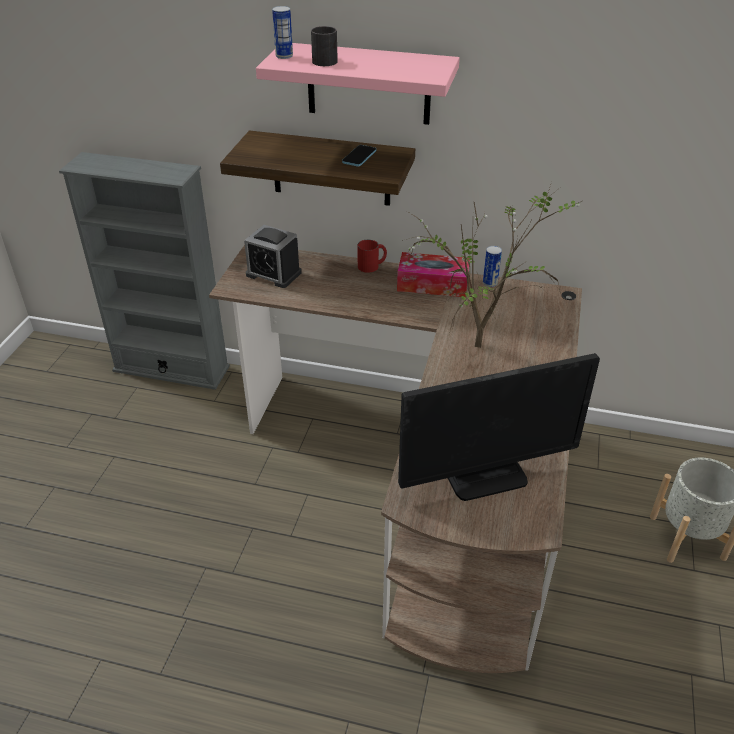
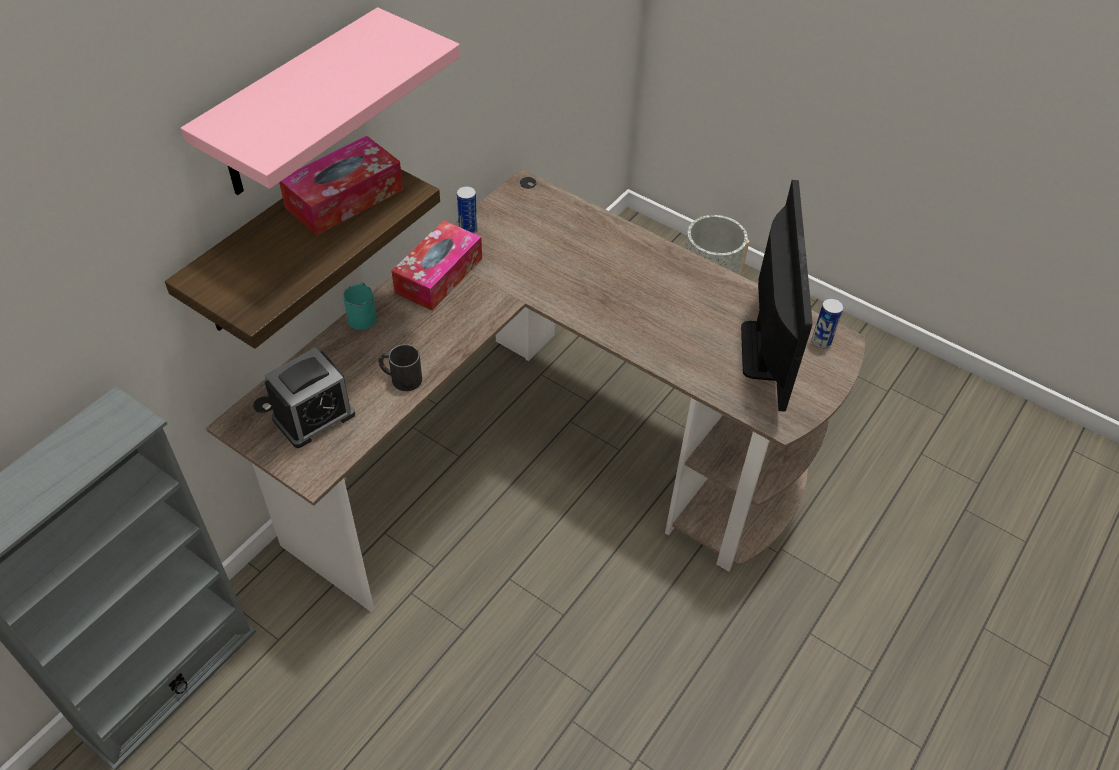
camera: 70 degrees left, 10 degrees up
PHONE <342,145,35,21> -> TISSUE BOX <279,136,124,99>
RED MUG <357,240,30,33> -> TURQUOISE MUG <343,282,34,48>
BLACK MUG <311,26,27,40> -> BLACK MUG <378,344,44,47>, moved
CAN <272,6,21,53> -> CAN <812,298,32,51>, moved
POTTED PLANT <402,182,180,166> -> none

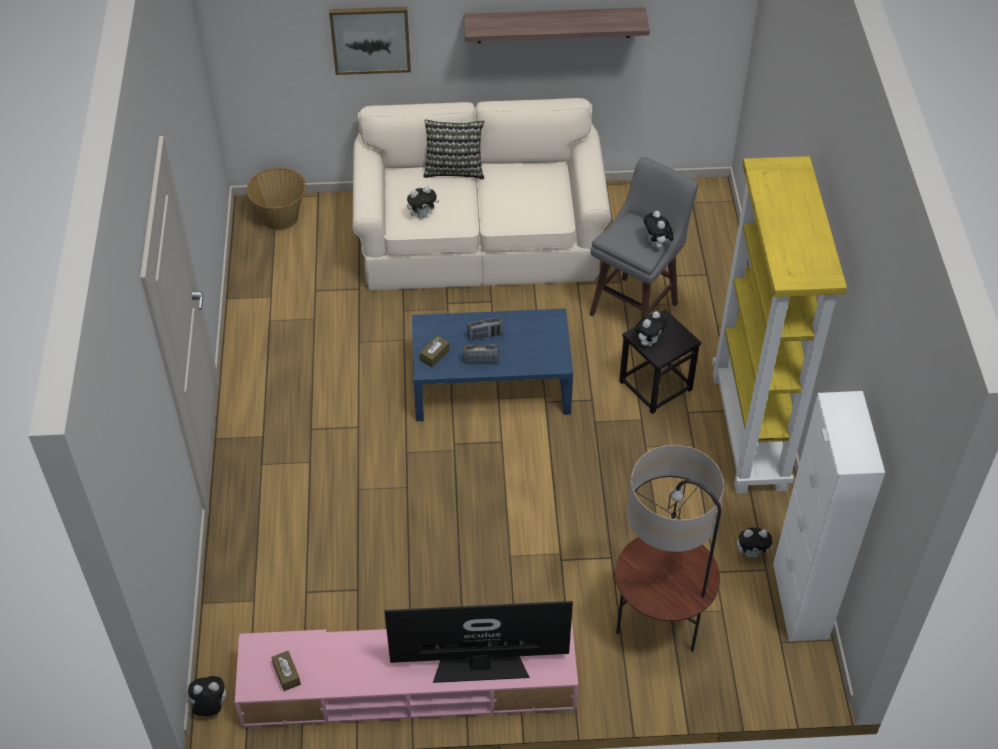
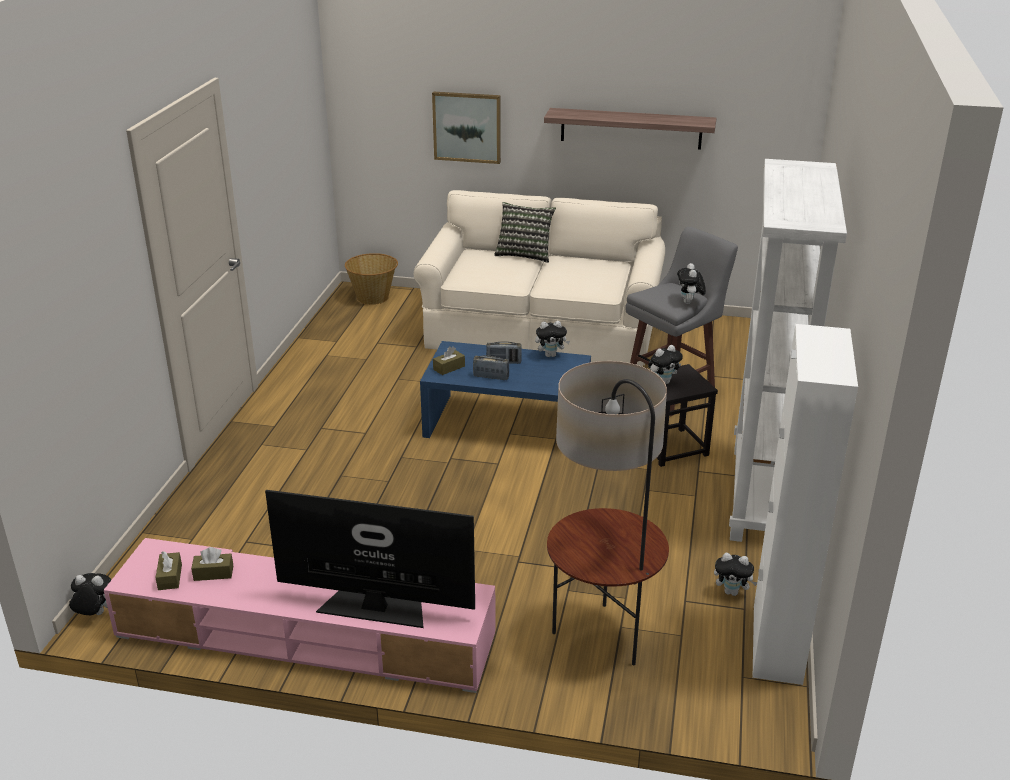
camera: 15 degrees right, 20 degrees down
none -> BROWN TISSUE BOX <191,547,42,34>
PLUSH TOY <407,186,32,33> -> PLUSH TOY <535,321,35,36>, moved
YELLOW BOOKCASE <712,156,135,337> -> WHITE BOOKCASE <729,159,118,383>

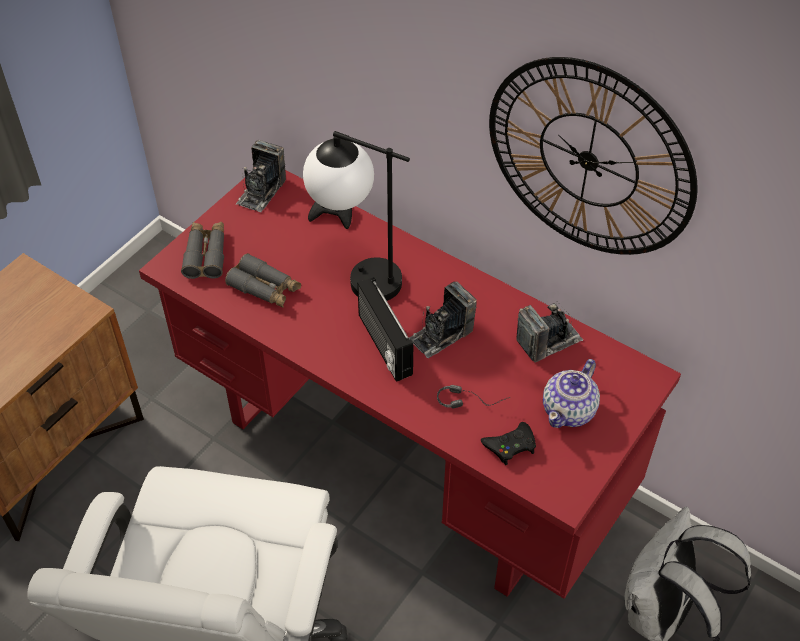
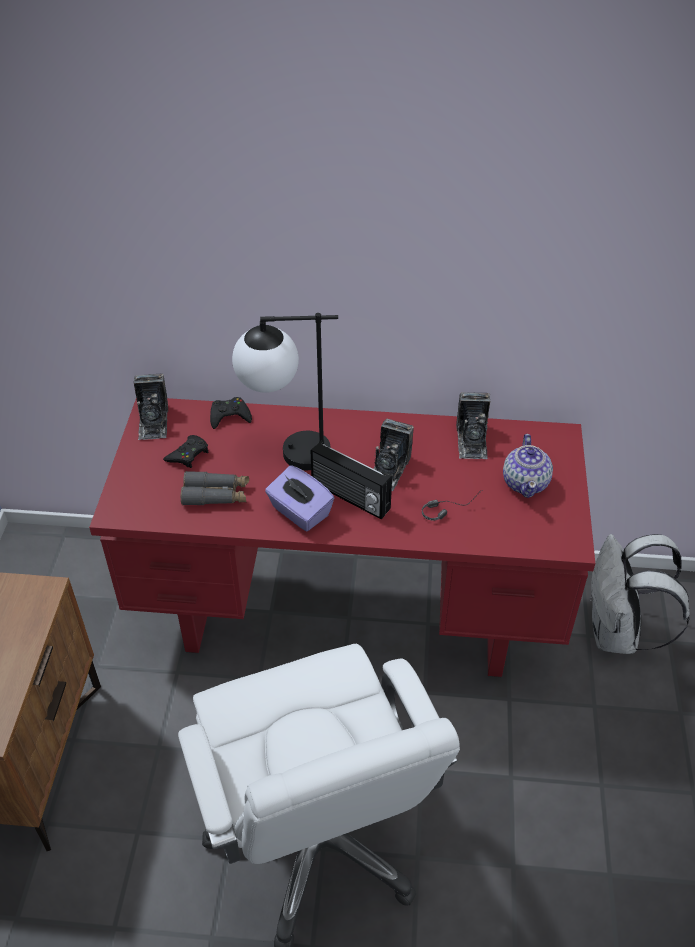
camera: 30 degrees left, 5 degrees down
BLACK GAME CONTROLLER <481,422,55,43> -> BLACK GAME CONTROLLER <163,435,45,33>, moved
none -> PURPLE TISSUE BOX <265,465,69,66>
PHOTO CAMERA <517,302,66,61> -> PHOTO CAMERA <456,392,34,67>, 150 degrees clockwise
GREY BINOCULARS <181,222,43,57> -> none
WALL CLOCK <489,57,209,198> -> none

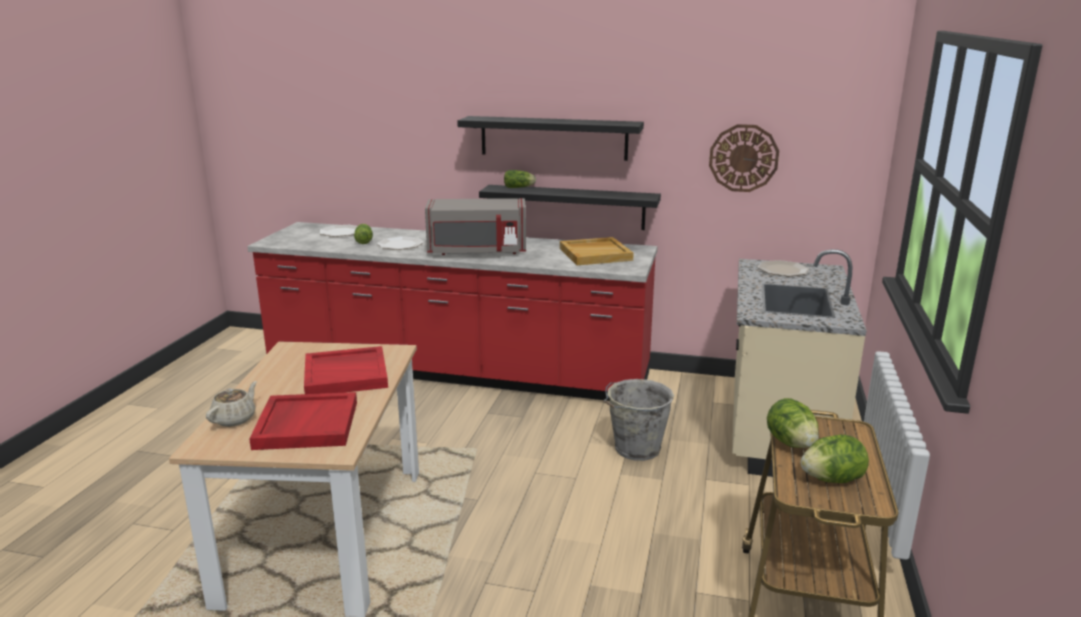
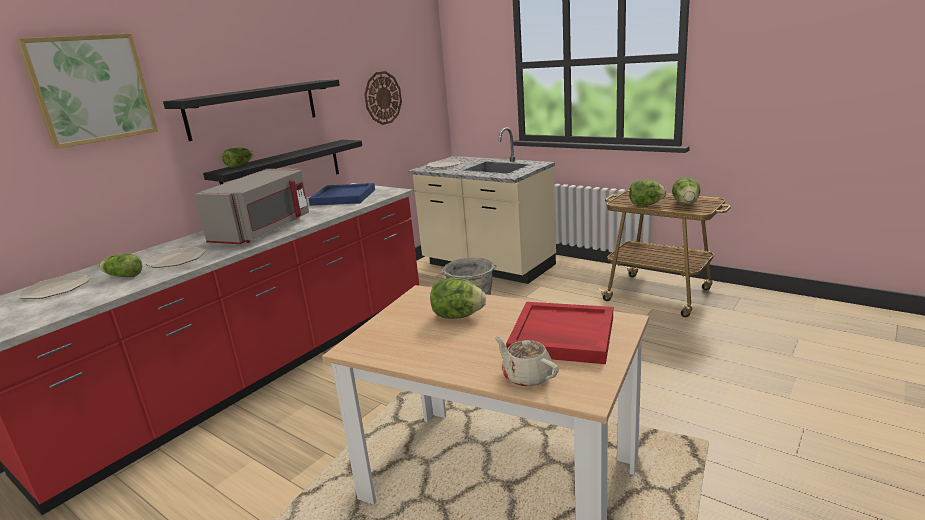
camera: 65 degrees left, 0 degrees up
none -> PICTURE <16,33,142,116>
BEIGE TRAY <560,237,74,28> -> BLUE TRAY <308,183,67,23>
RED TRAY <304,346,84,48> -> LETTUCE <430,278,56,41>

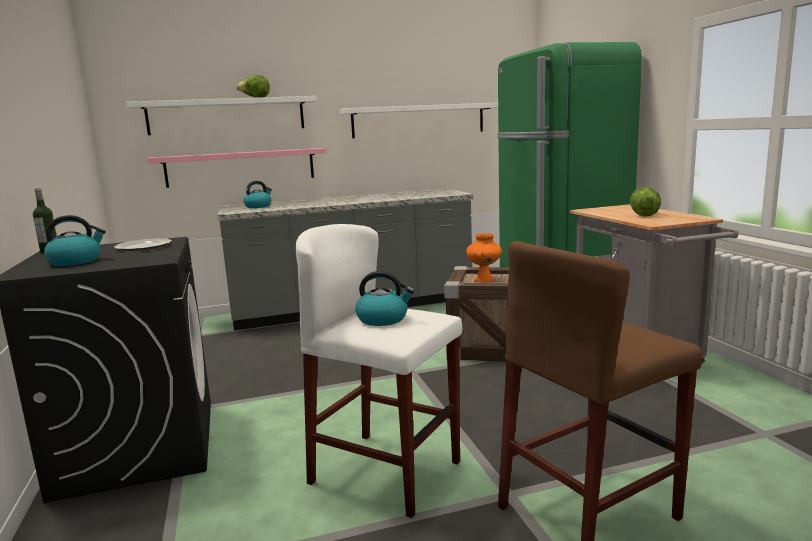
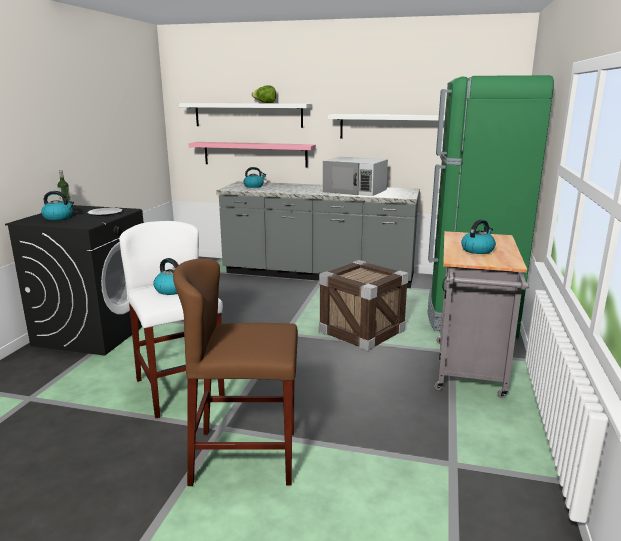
camera: 30 degrees right, 5 degrees up
none -> WHITE MICROWAVE <323,157,65,39>
LETTUCE <630,187,31,30> -> KETTLE <461,220,35,34>
ORANGE VASE <466,233,36,50> -> none

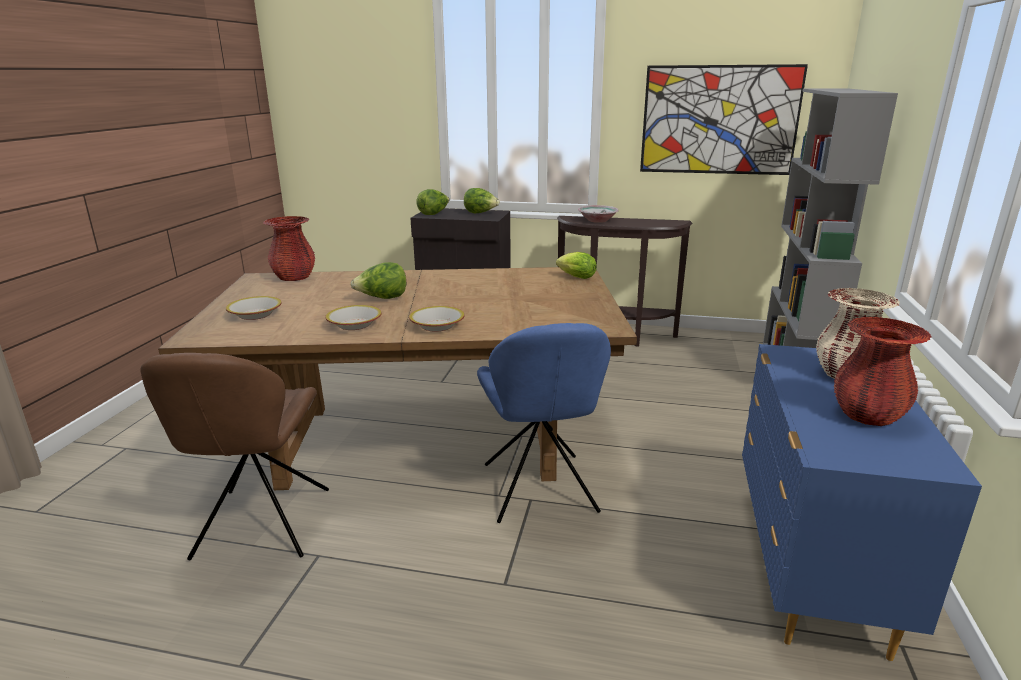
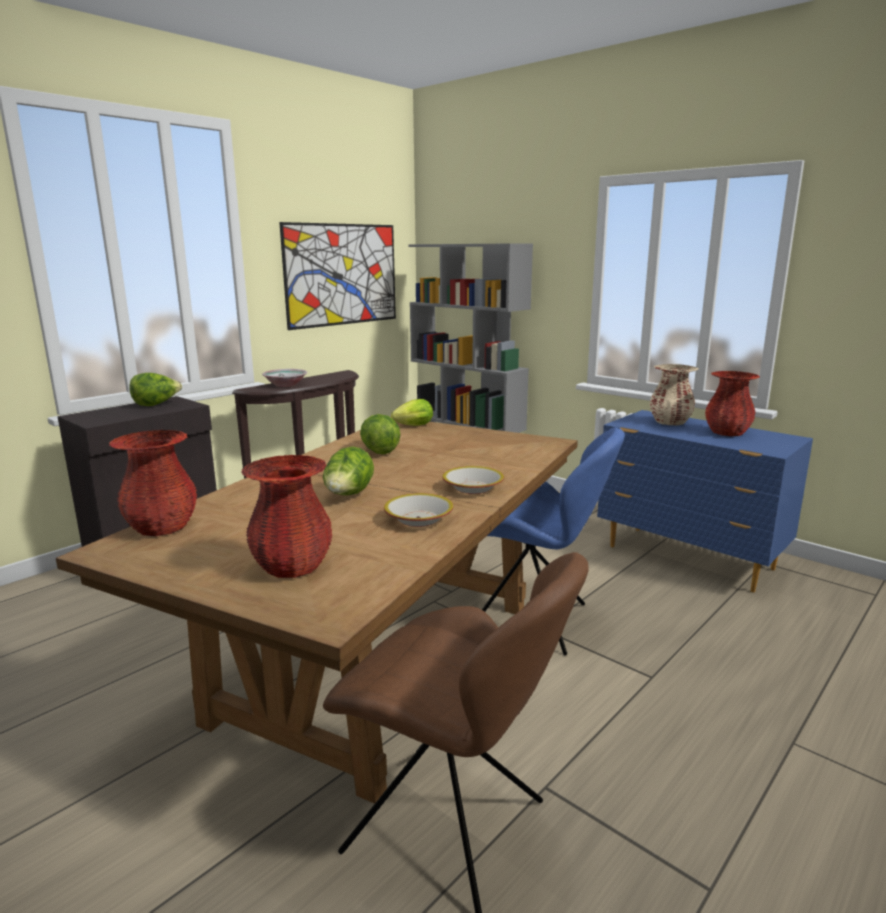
camera: 60 degrees left, 5 degrees down
BOWL <226,296,56,24> -> RED VASE <241,455,91,123>
LETTUCE <416,189,33,26> -> LETTUCE <360,414,41,40>, moved

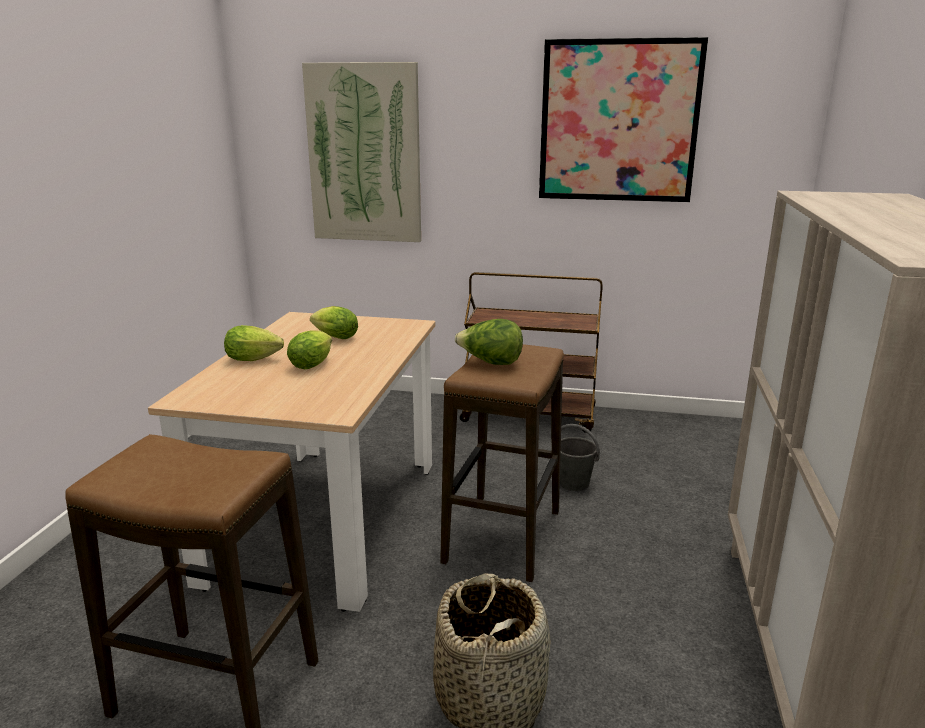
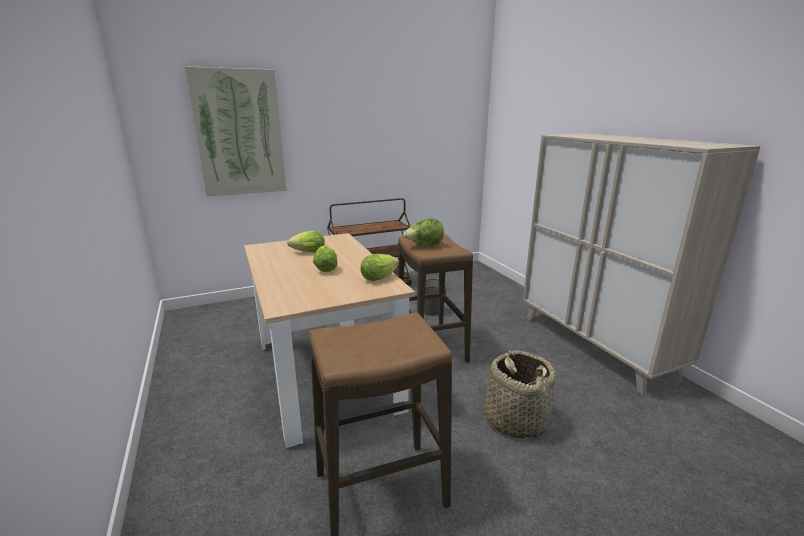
camera: 35 degrees left, 0 degrees up
LETTUCE <224,325,60,36> -> LETTUCE <361,254,38,27>, moved
PICTURE <539,37,169,165> -> none

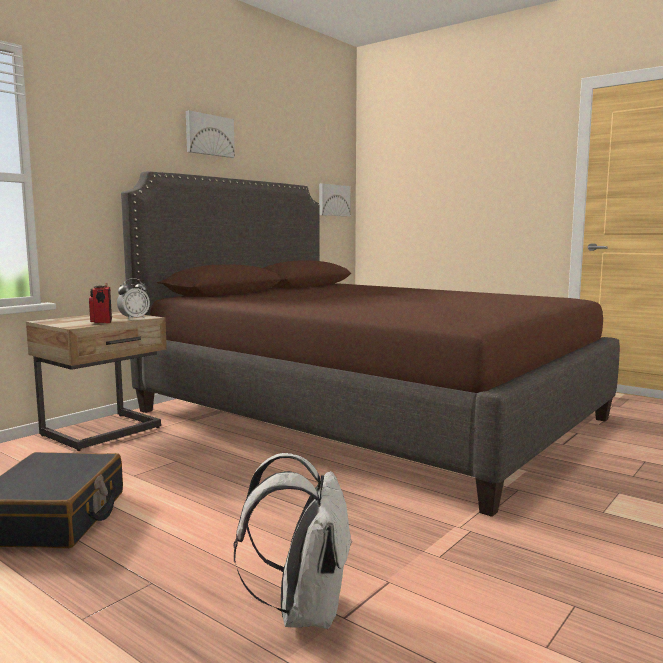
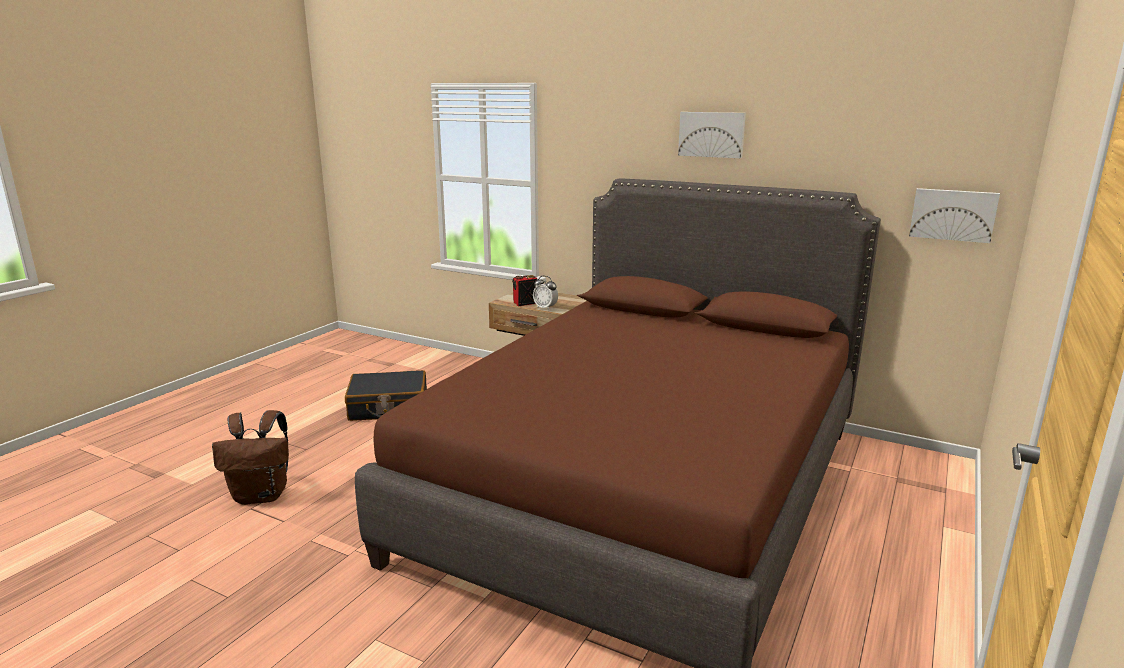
camera: 80 degrees right, 10 degrees up
WHITE BACKPACK <233,453,120,176> -> BROWN BACKPACK <212,410,77,95>

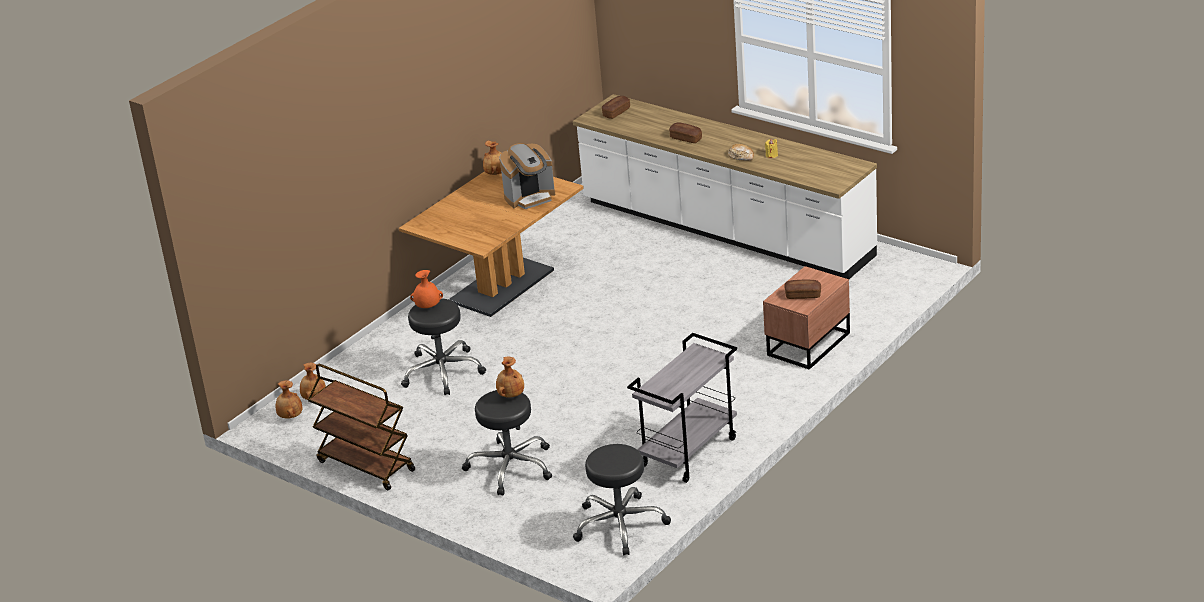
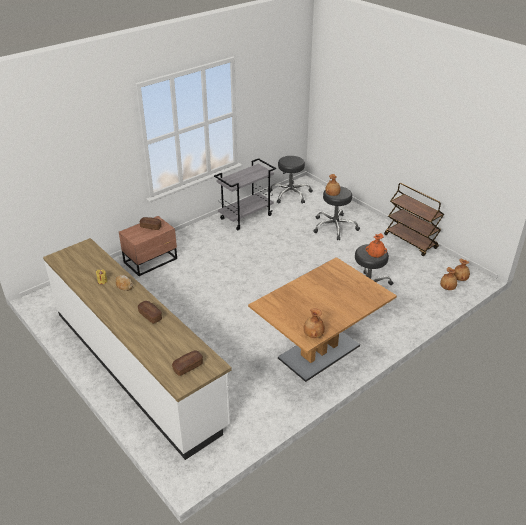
camera: 170 degrees left, 5 degrees up
COFFEE MACHINE <499,143,56,66> -> none

